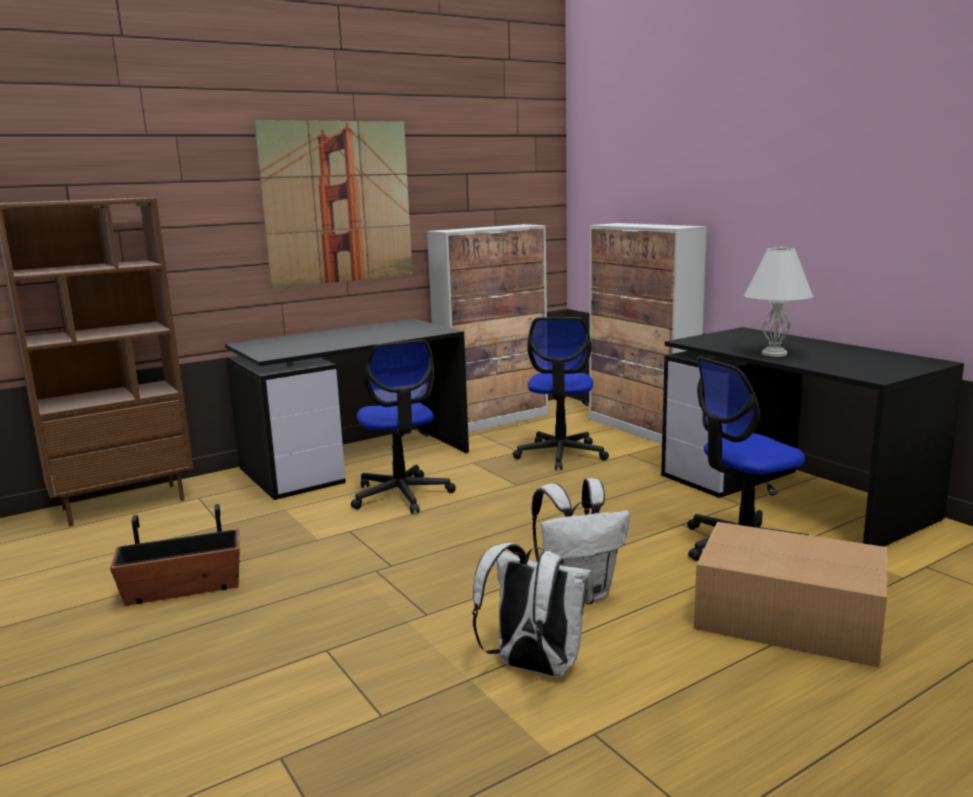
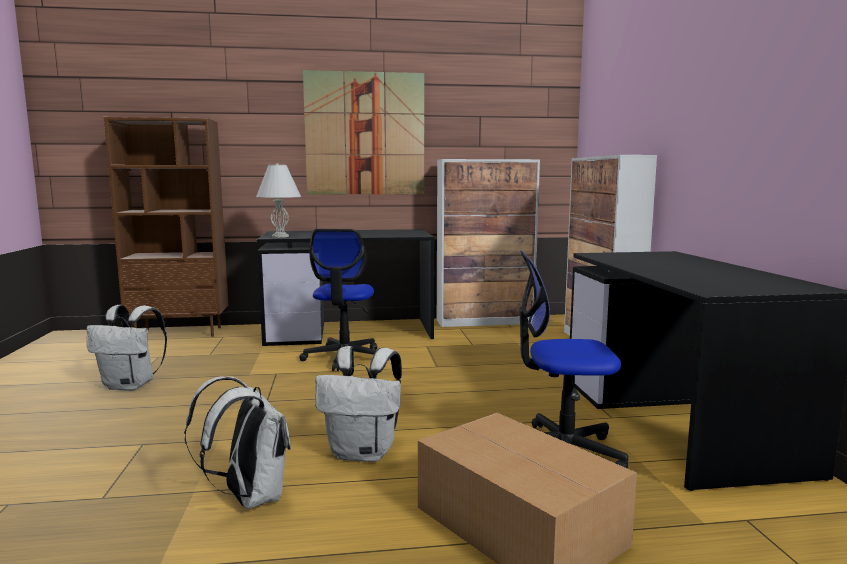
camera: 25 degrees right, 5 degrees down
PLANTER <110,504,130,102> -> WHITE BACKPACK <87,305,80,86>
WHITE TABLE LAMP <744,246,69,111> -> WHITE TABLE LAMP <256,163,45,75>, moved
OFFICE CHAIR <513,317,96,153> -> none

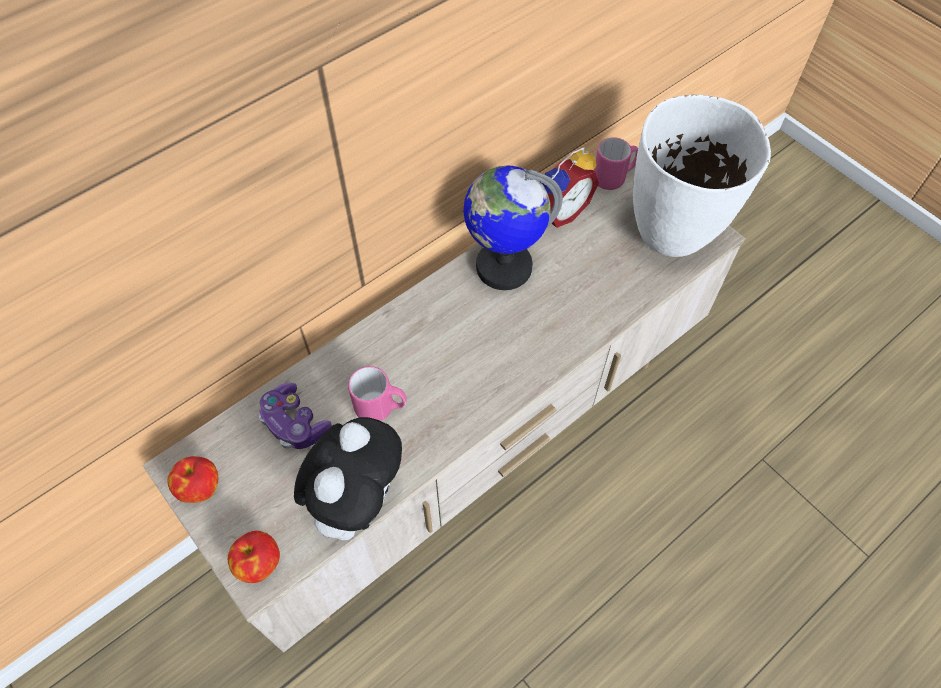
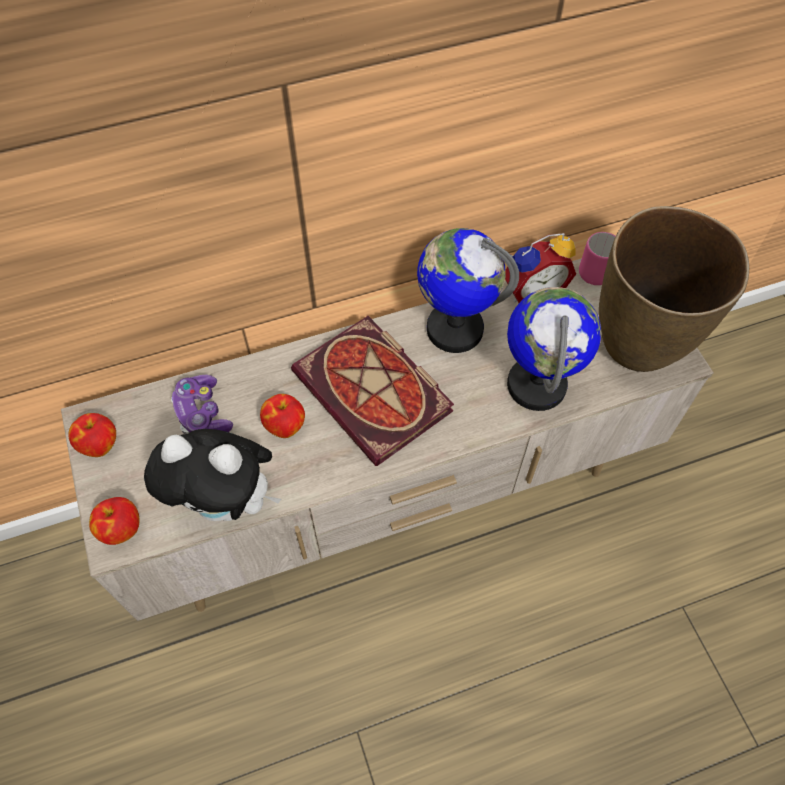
camera: 20 degrees right, 0 degrees up
PLUSH TOY <294,417,108,123> -> PLUSH TOY <144,429,137,92>, 60 degrees clockwise
PINK MUG <348,366,59,55> -> APPLE <260,394,45,44>
none -> BOOK <291,316,163,150>
none -> GLOBE <507,287,95,124>
WHITE VASE <633,94,138,163> -> BROWN VASE <599,206,150,166>

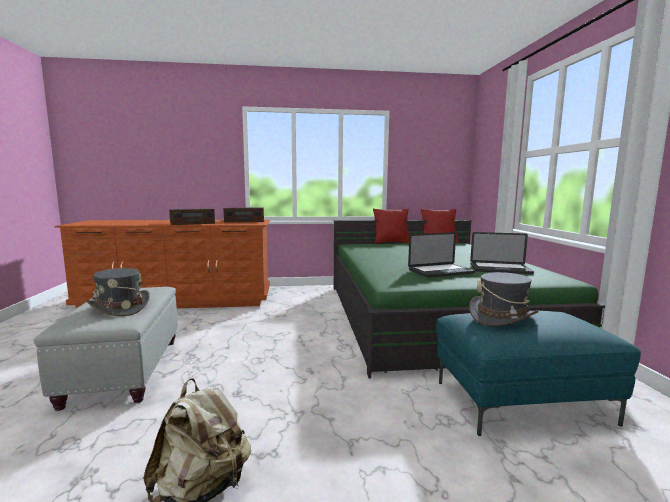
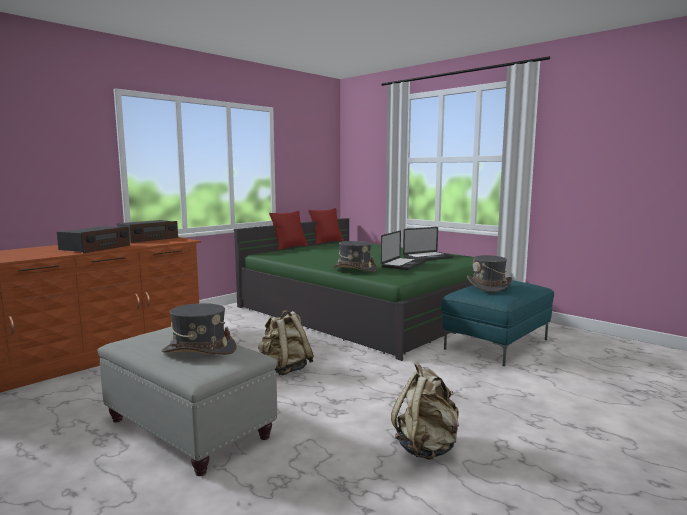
camera: 40 degrees left, 0 degrees up
none -> BEIGE BACKPACK <258,310,56,66>
none -> GREY HAT <333,241,44,31>

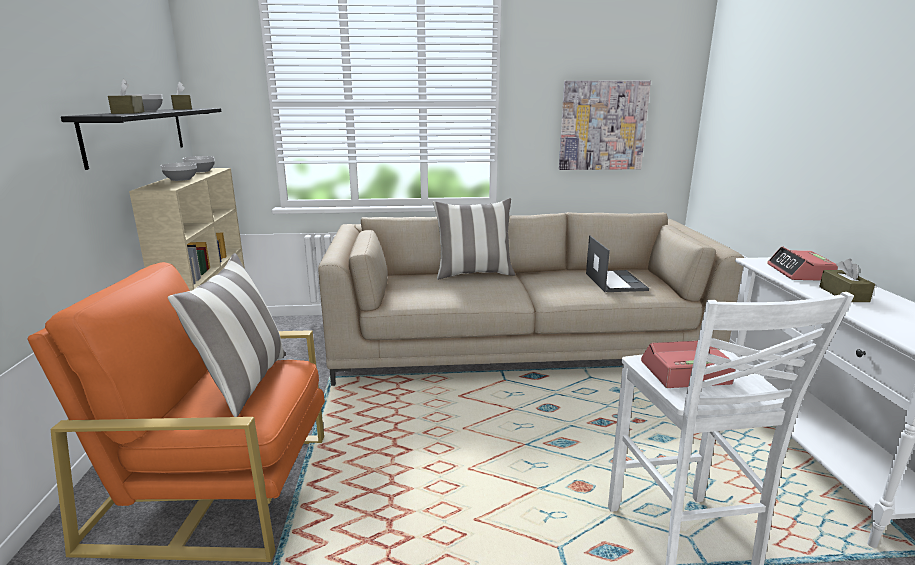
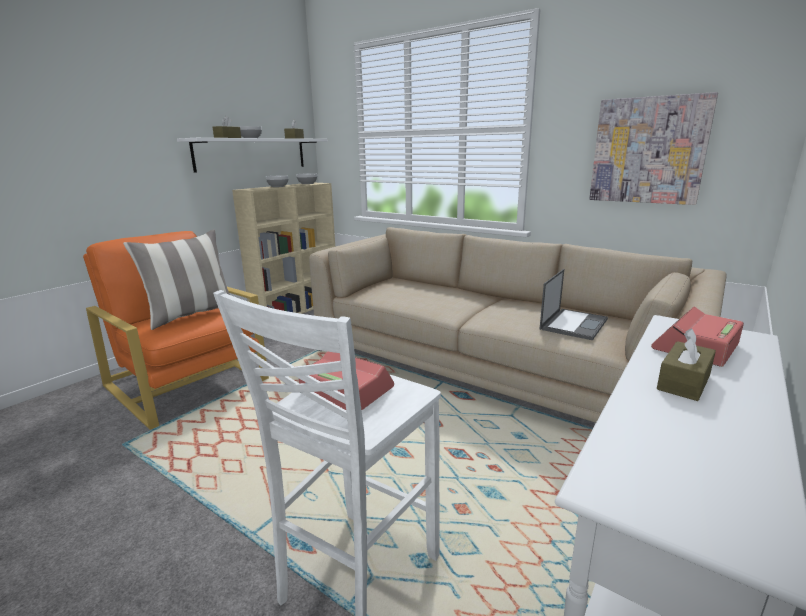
camera: 40 degrees right, 0 degrees up
BLACK SHELF <61,108,160,62> -> WHITE SHELF <177,138,151,35>
PILLOW <433,198,82,82> -> none

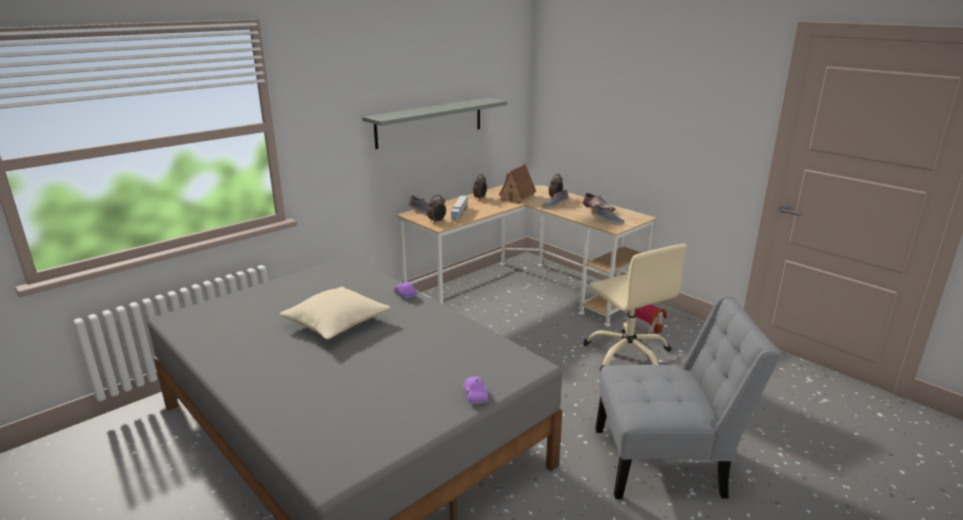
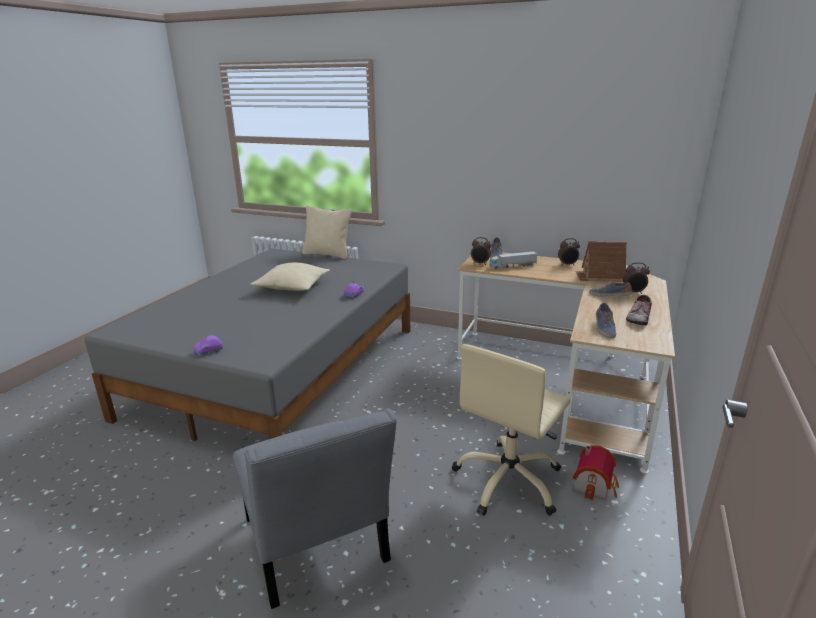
camera: 65 degrees right, 0 degrees up
none -> BEIGE PILLOW <302,205,50,54>
GREY SHELF <362,98,146,51> -> none

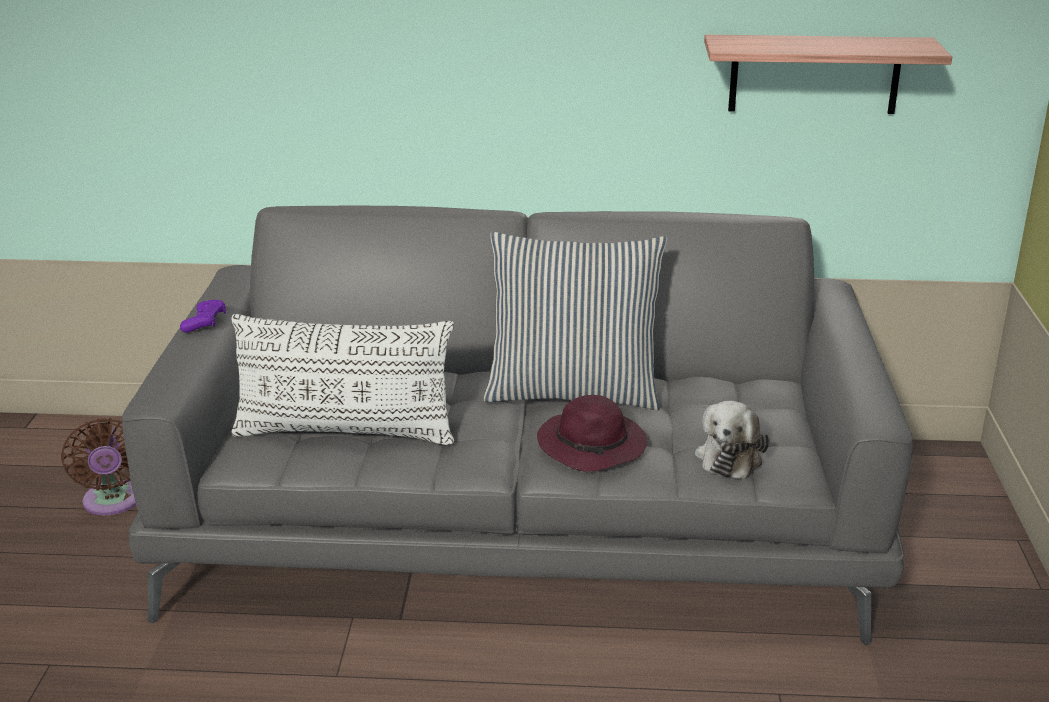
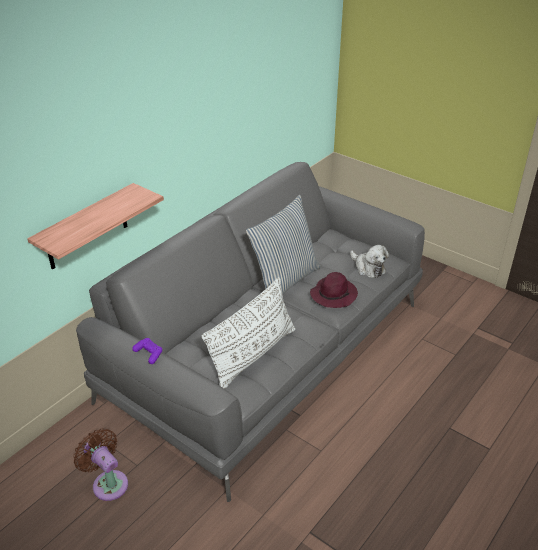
camera: 55 degrees left, 10 degrees up
SHELF <704,35,248,79> -> SHELF <27,183,137,87>, moved
BROWN FAN <61,418,75,97> -> BROWN FAN <73,429,55,72>, 150 degrees counterclockwise

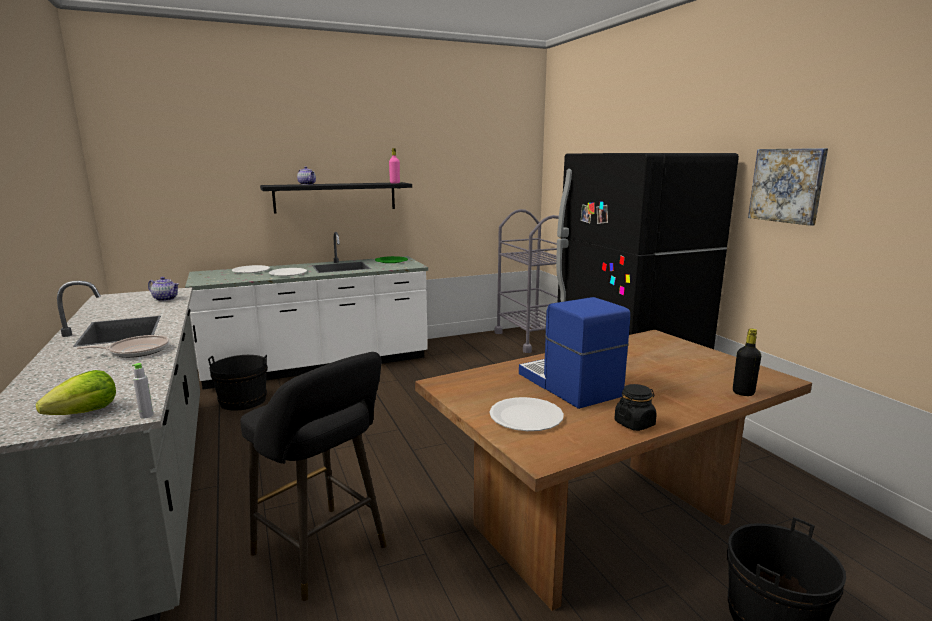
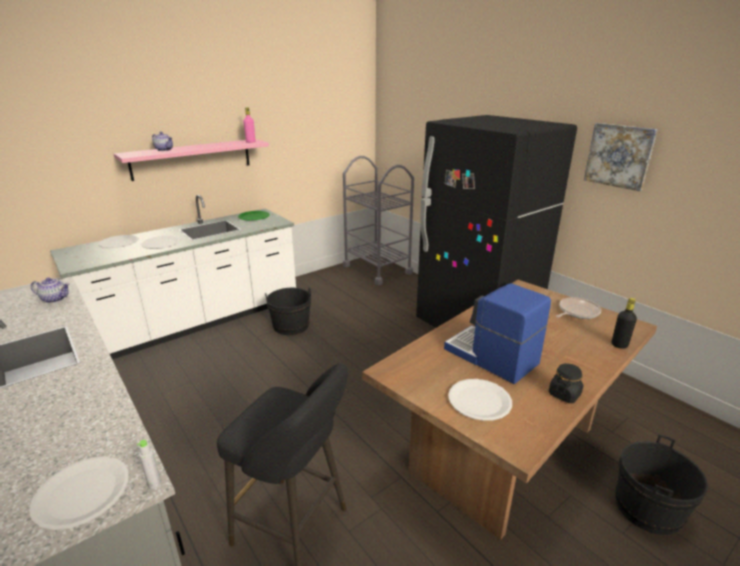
camera: 15 degrees left, 10 degrees up
LETTUCE <36,370,80,45> -> WHITE PLATE <29,457,100,73>
BLACK SHELF <260,182,152,32> -> PINK SHELF <114,139,155,42>
BLACK BUCKET <208,355,60,56> -> BLACK BUCKET <265,287,46,48>, moved
FRYING PAN <77,335,92,23> -> FRYING PAN <556,297,45,22>, moved

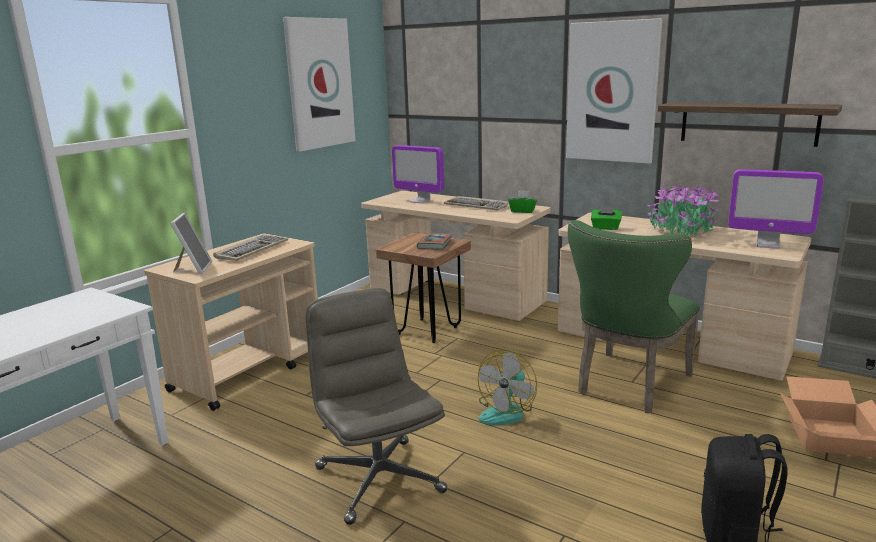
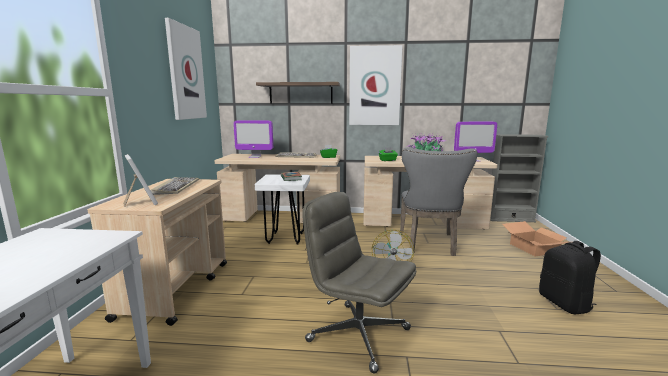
camera: 30 degrees left, 5 degrees down
BROWN STOOL <376,232,95,111> -> WHITE STOOL <255,174,55,70>
SHELF <658,102,184,45> -> SHELF <256,82,84,22>, moved
GREEN CHAIR <568,220,132,193> -> GREY CHAIR <400,148,77,108>

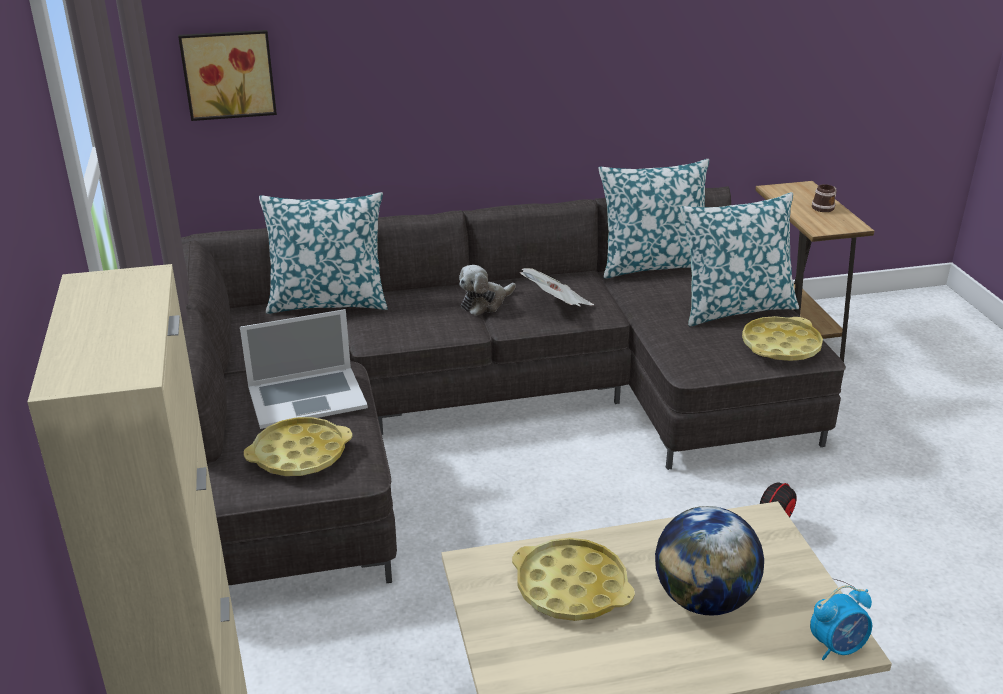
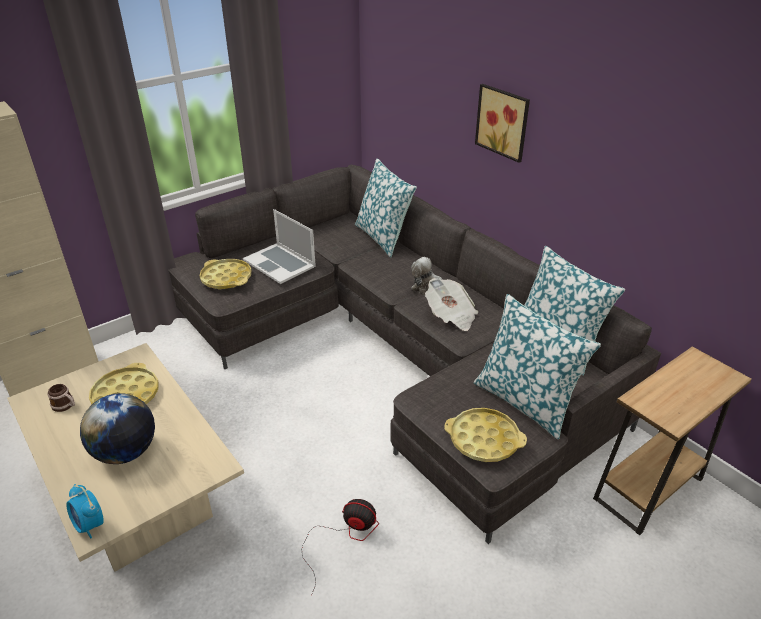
camera: 65 degrees right, 5 degrees up
MUG <812,184,25,28> -> MUG <48,384,27,28>, moved
PICTURE <178,30,99,91> -> PICTURE <475,84,55,79>, moved

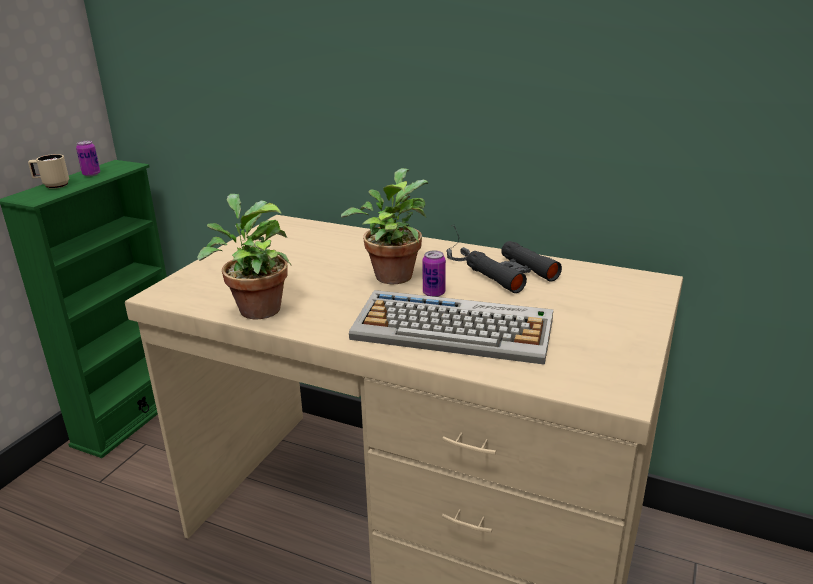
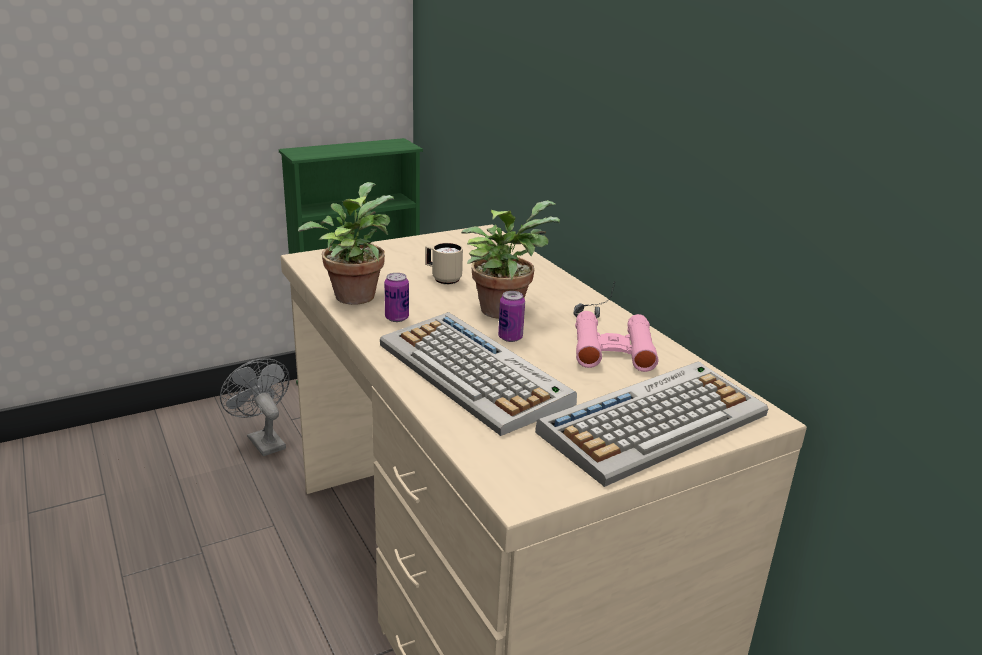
camera: 35 degrees right, 0 degrees up
none -> GREY FAN <220,358,70,98>
CAN <76,141,24,35> -> CAN <384,273,25,49>, moved
BEIGE MUG <28,154,41,35> -> BEIGE MUG <425,243,38,42>, moved
none -> KEYBOARD <535,361,233,126>
BLACK BINOCULARS <467,241,95,52> -> PINK BINOCULARS <575,311,83,61>

